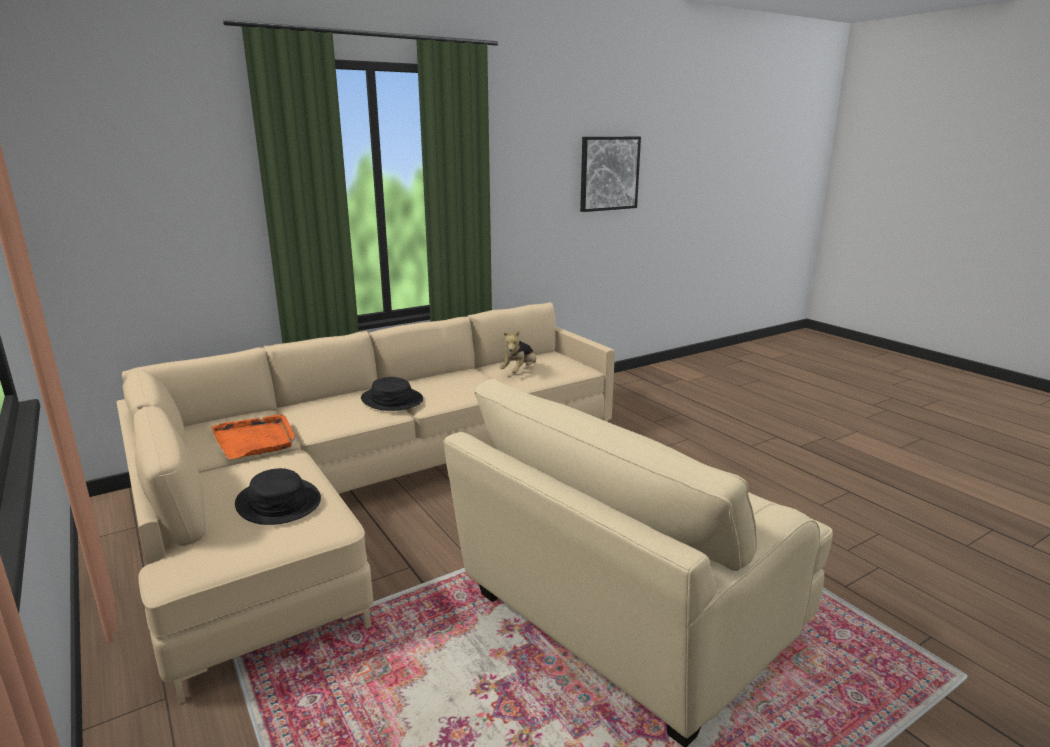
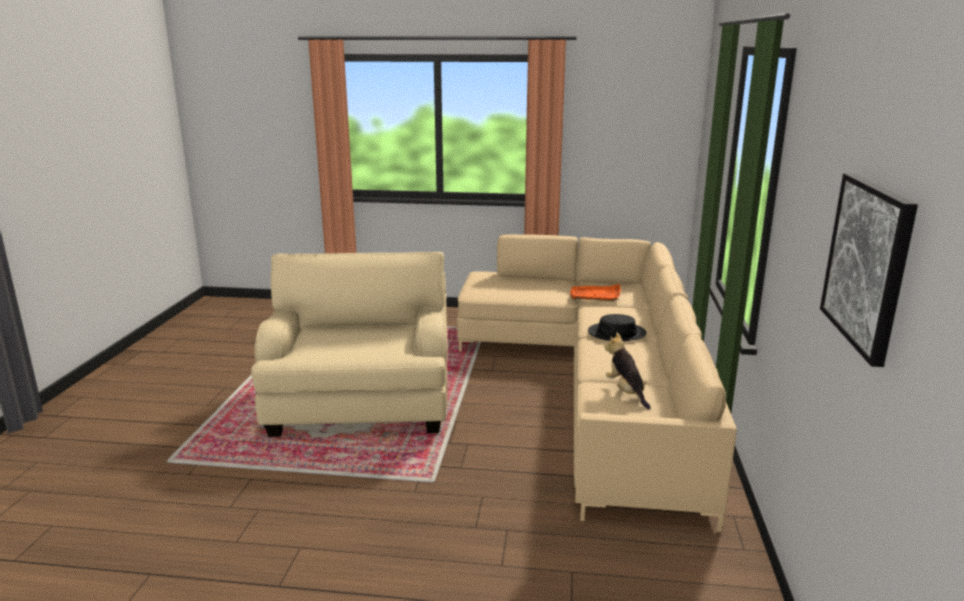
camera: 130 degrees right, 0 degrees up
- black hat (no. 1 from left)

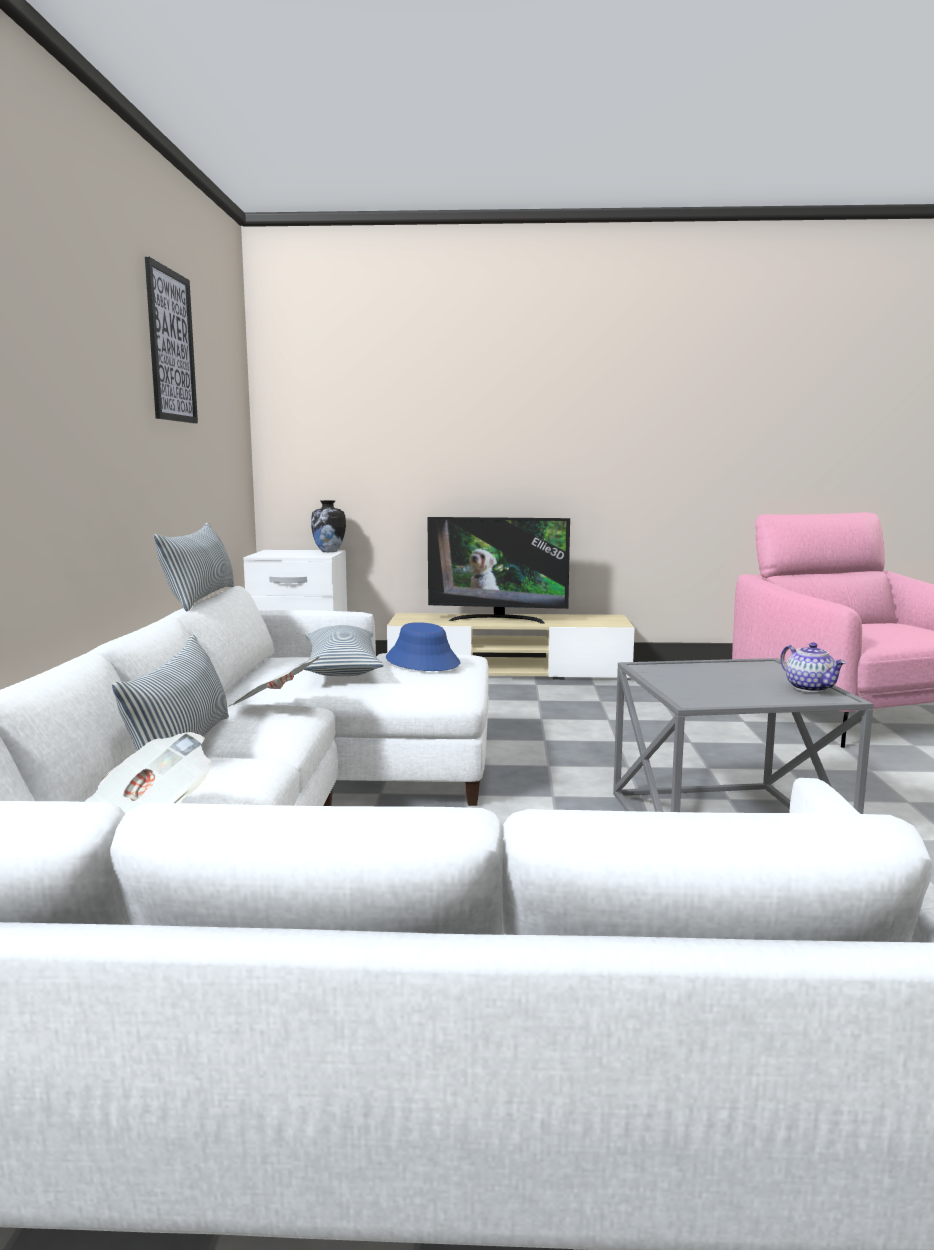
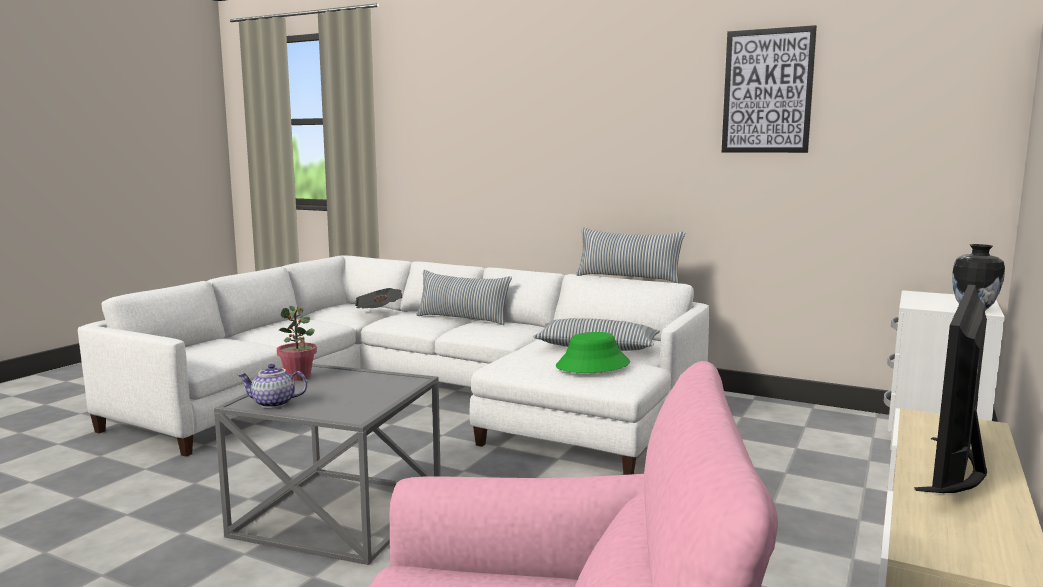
camera: 115 degrees right, 0 degrees up
- newspaper (no. 2 from left)
~ blue hat to green hat
+ potted plant

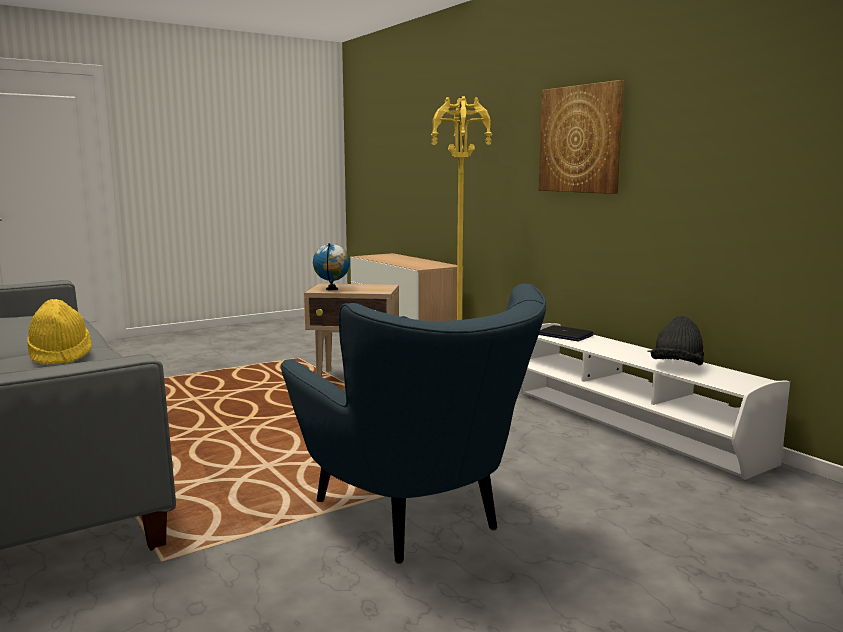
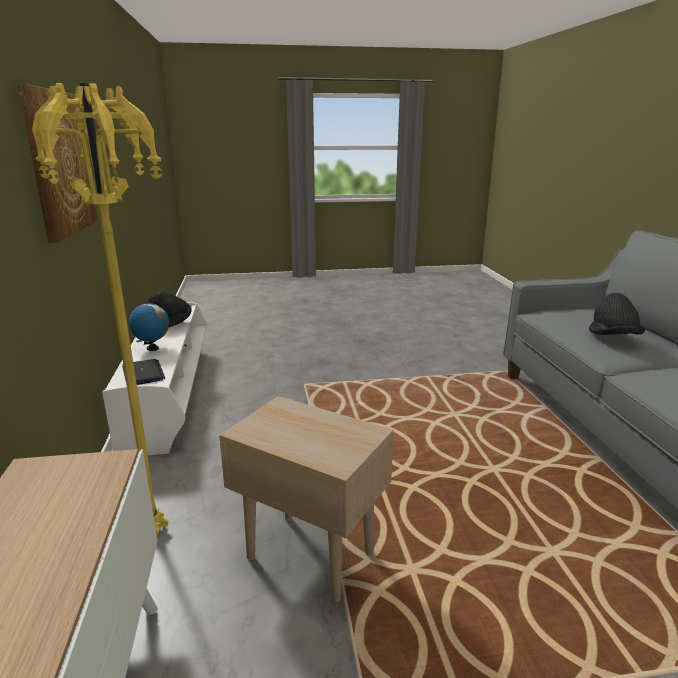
camera: 155 degrees left, 10 degrees up
~ yellow hat to black hat (no. 2 from left)
- blue armchair
~ globe

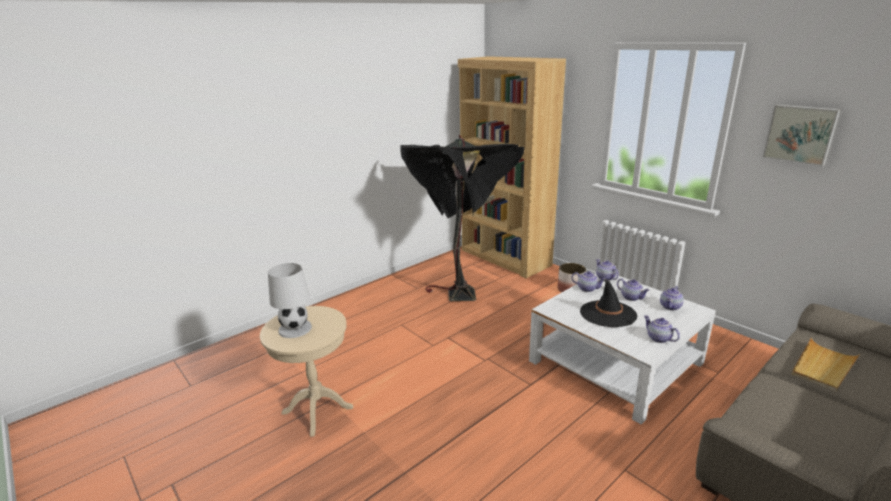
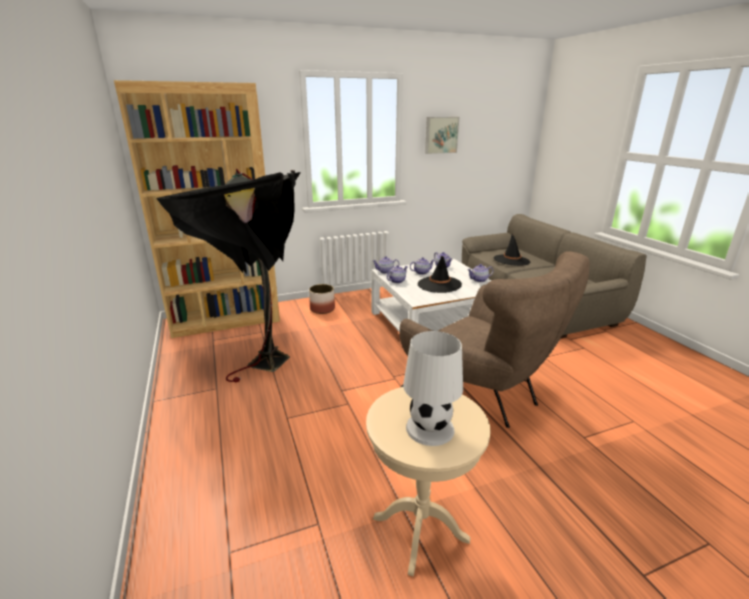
camera: 70 degrees left, 0 degrees up
~ beige tray to black hat (no. 2 from left)
+ brown armchair

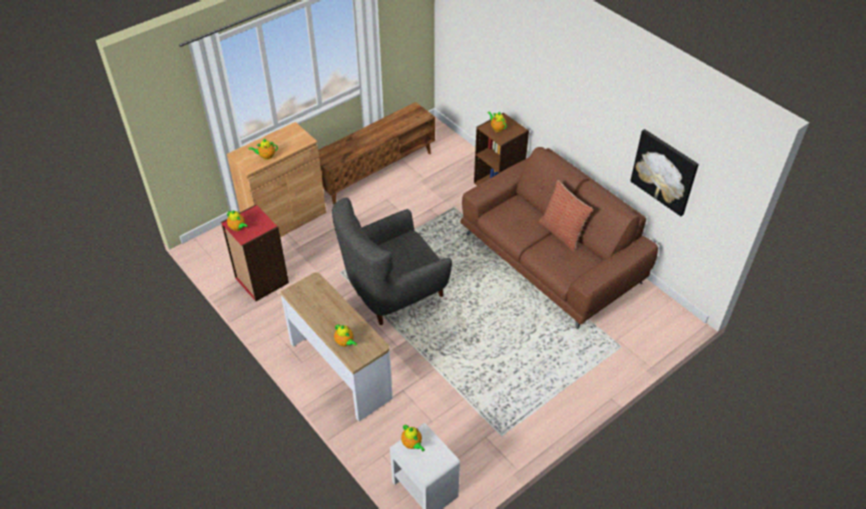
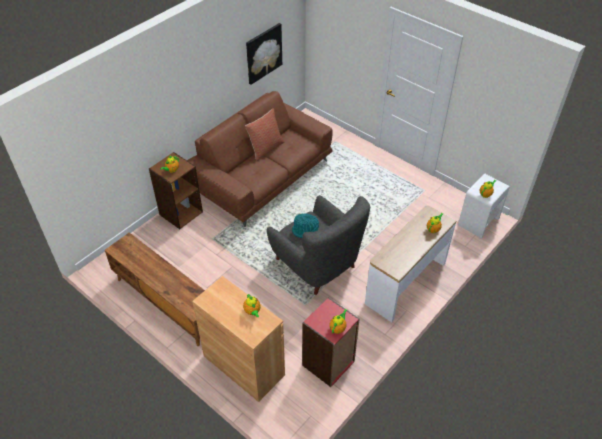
camera: 100 degrees left, 0 degrees up
+ turquoise hat

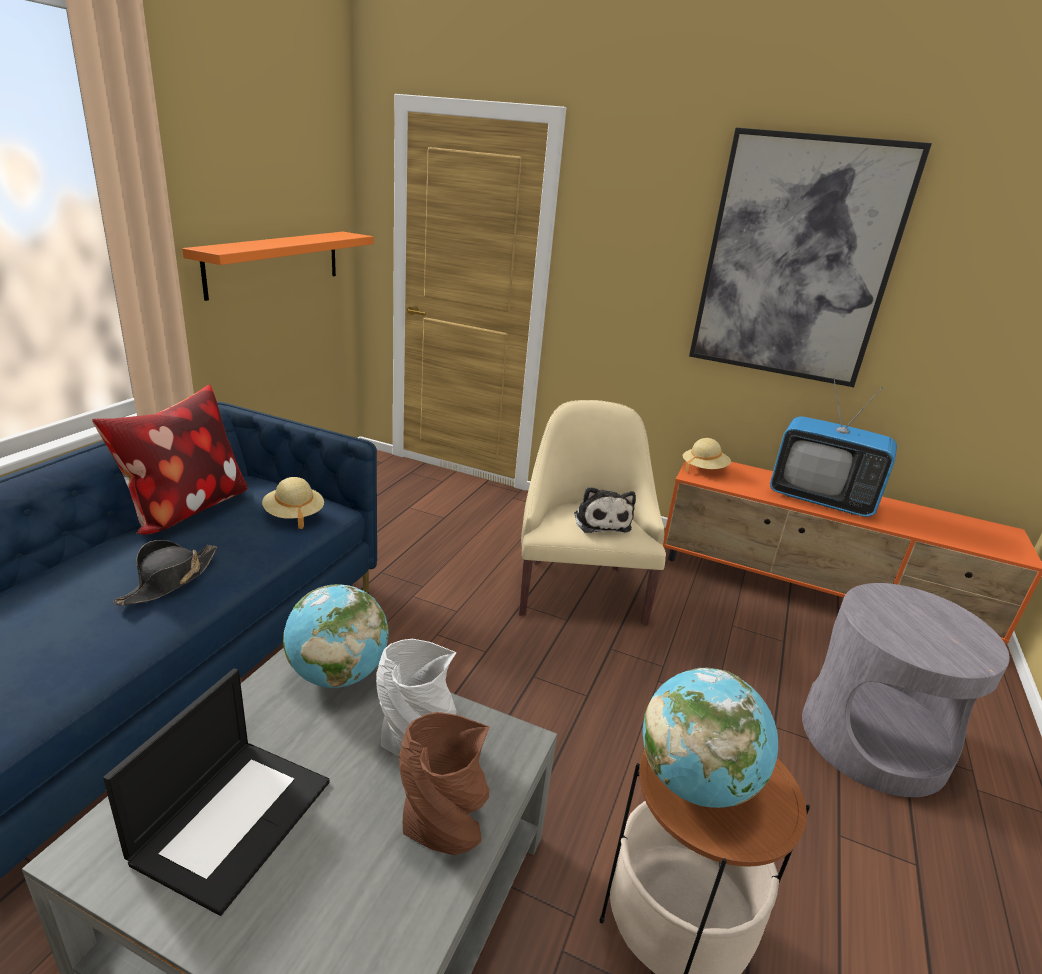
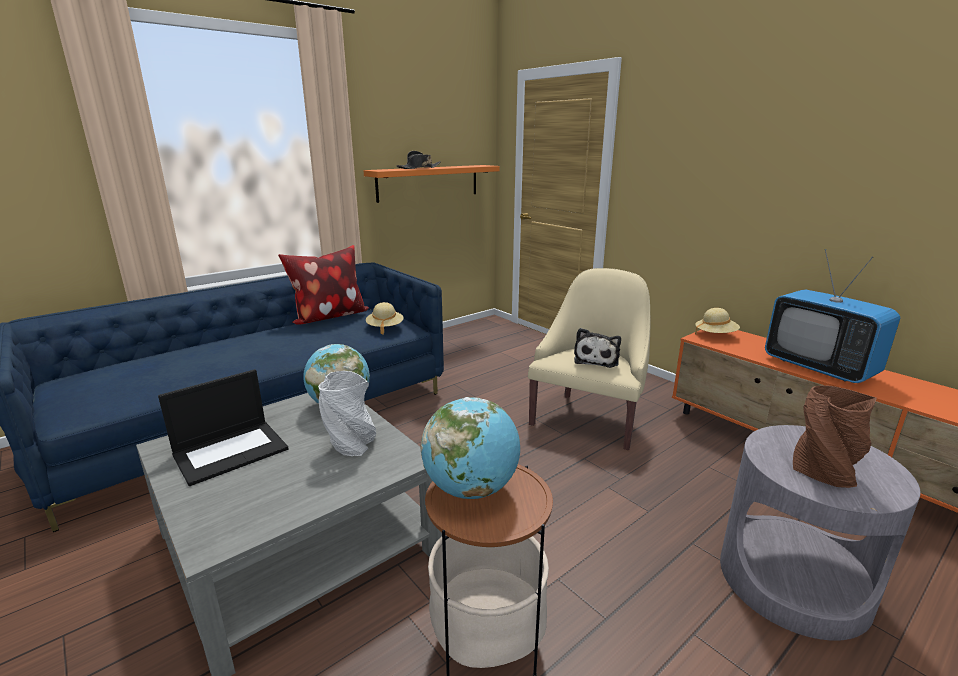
camera: 30 degrees right, 5 degrees down
~ black hat
~ brown vase
- picture

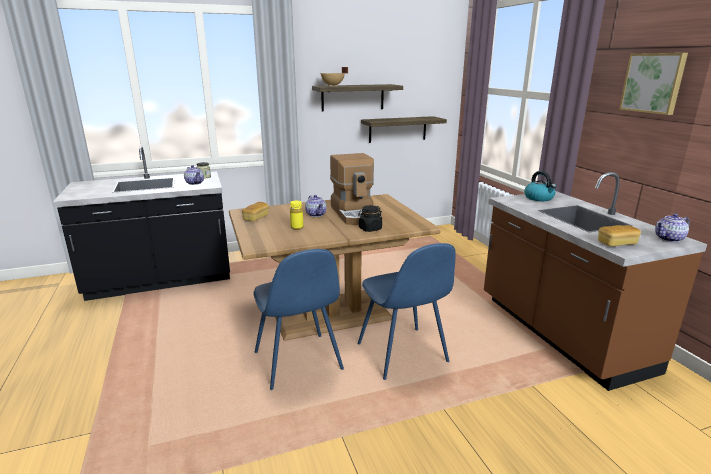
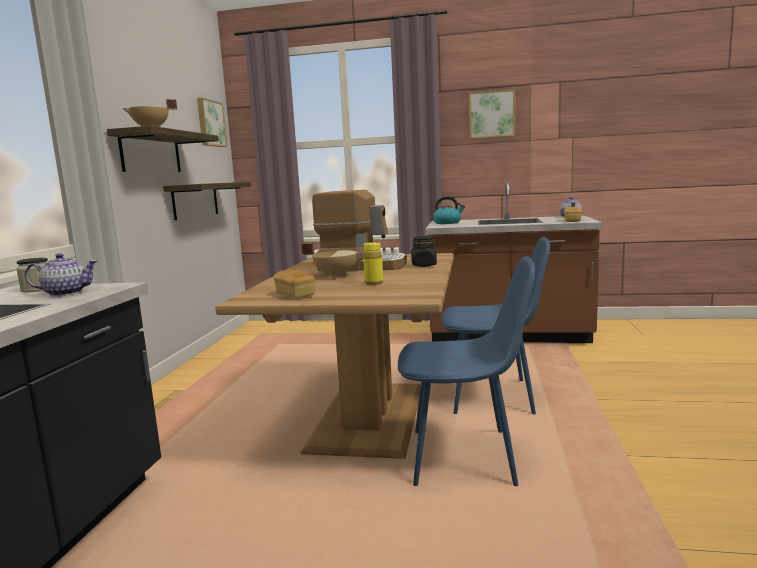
camera: 60 degrees left, 10 degrees down
~ teapot (no. 2 from left) to beige cooking pot (no. 2 from left)
+ picture (no. 1 from left)

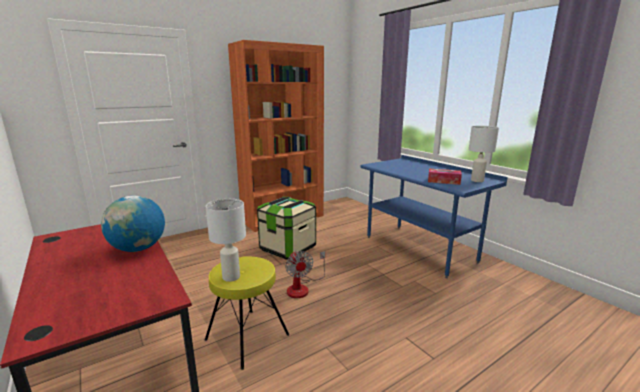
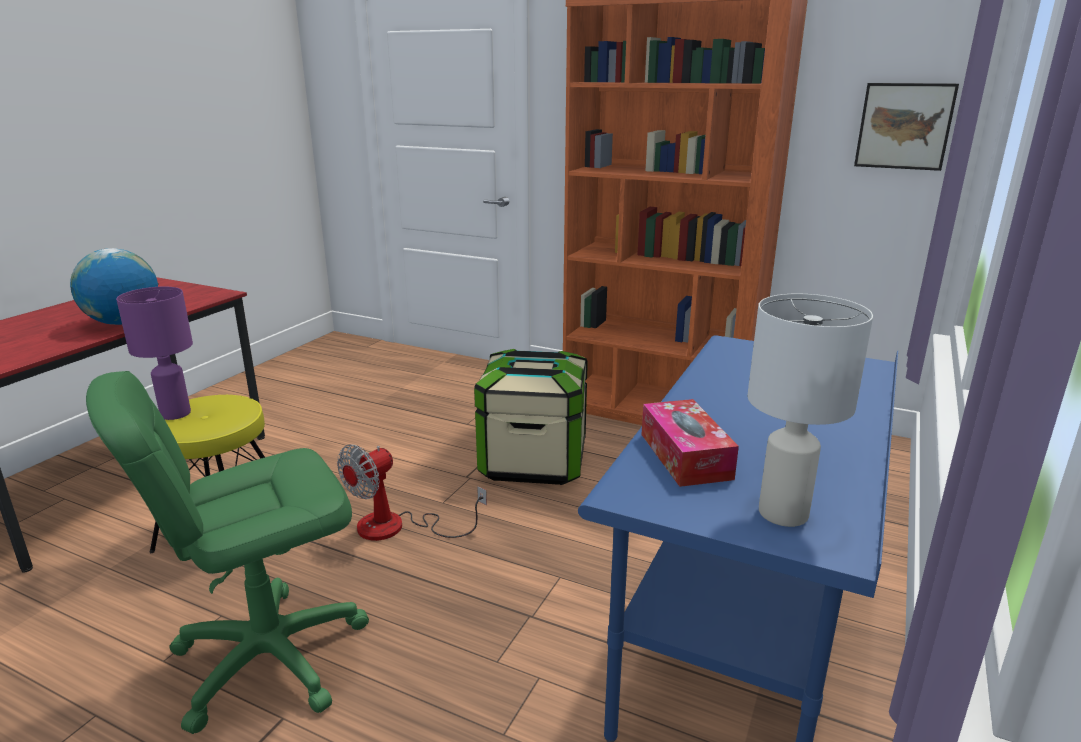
camera: 60 degrees right, 5 degrees up
~ white table lamp (no. 1 from left) to purple table lamp
+ green office chair
+ picture

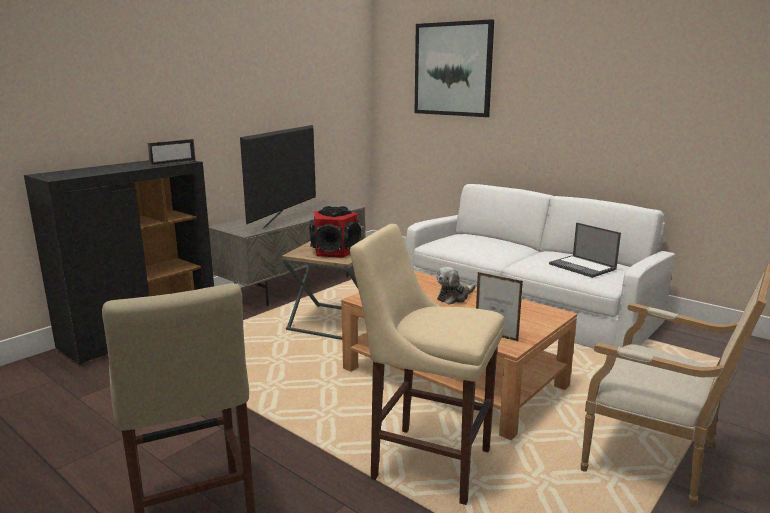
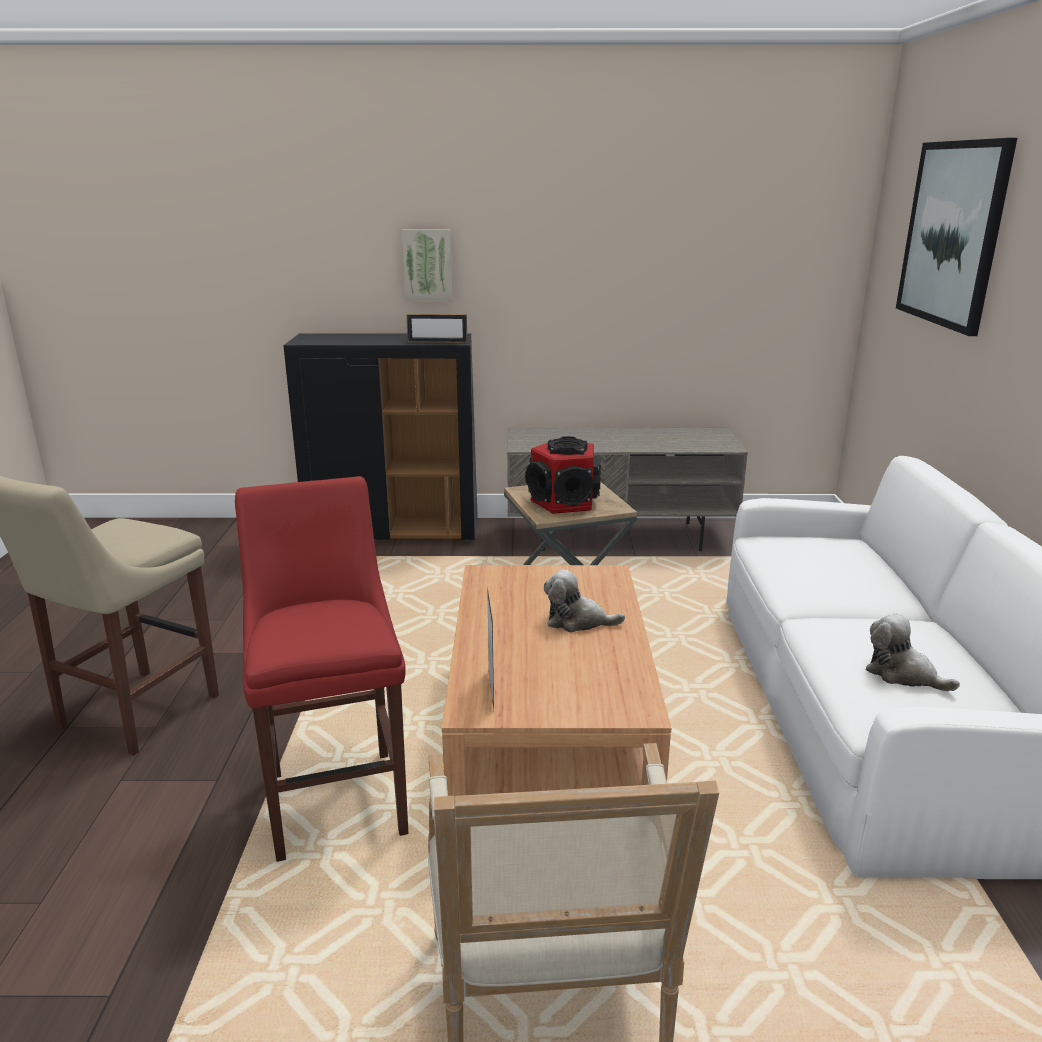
camera: 50 degrees right, 5 degrees up
- television
~ beige stool (no. 2 from left) to red stool
~ laptop to plush toy (no. 2 from left)
+ picture (no. 1 from left)

